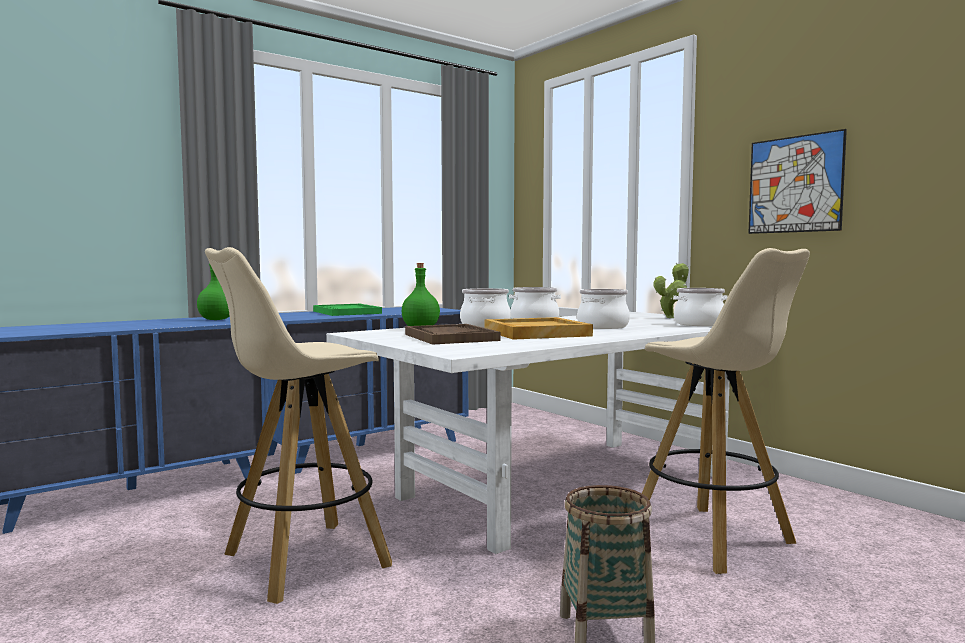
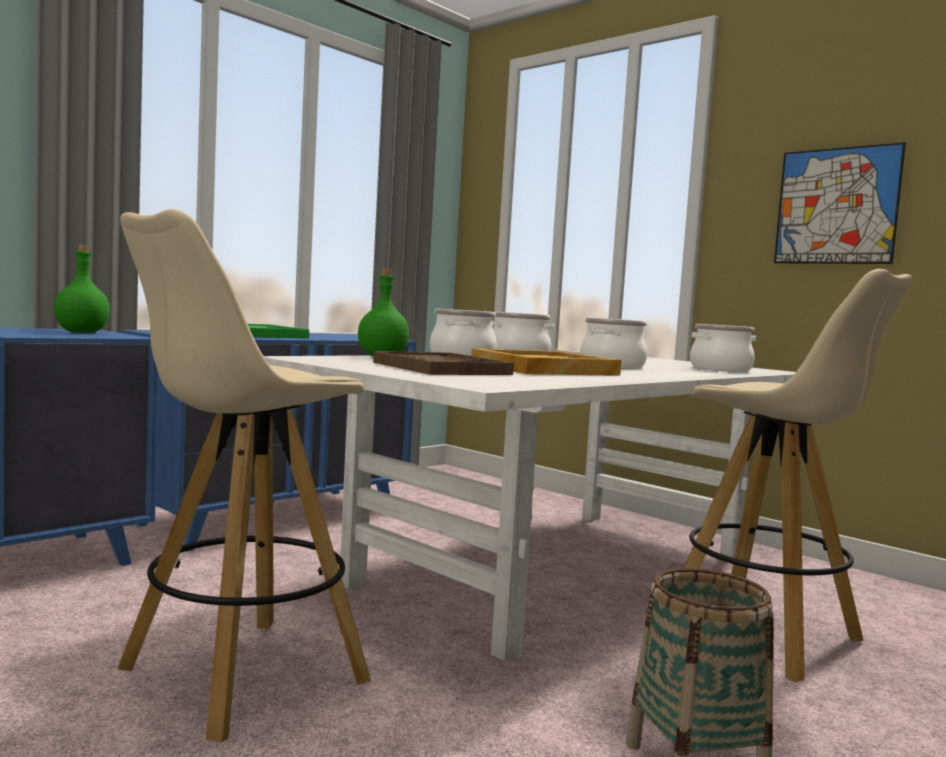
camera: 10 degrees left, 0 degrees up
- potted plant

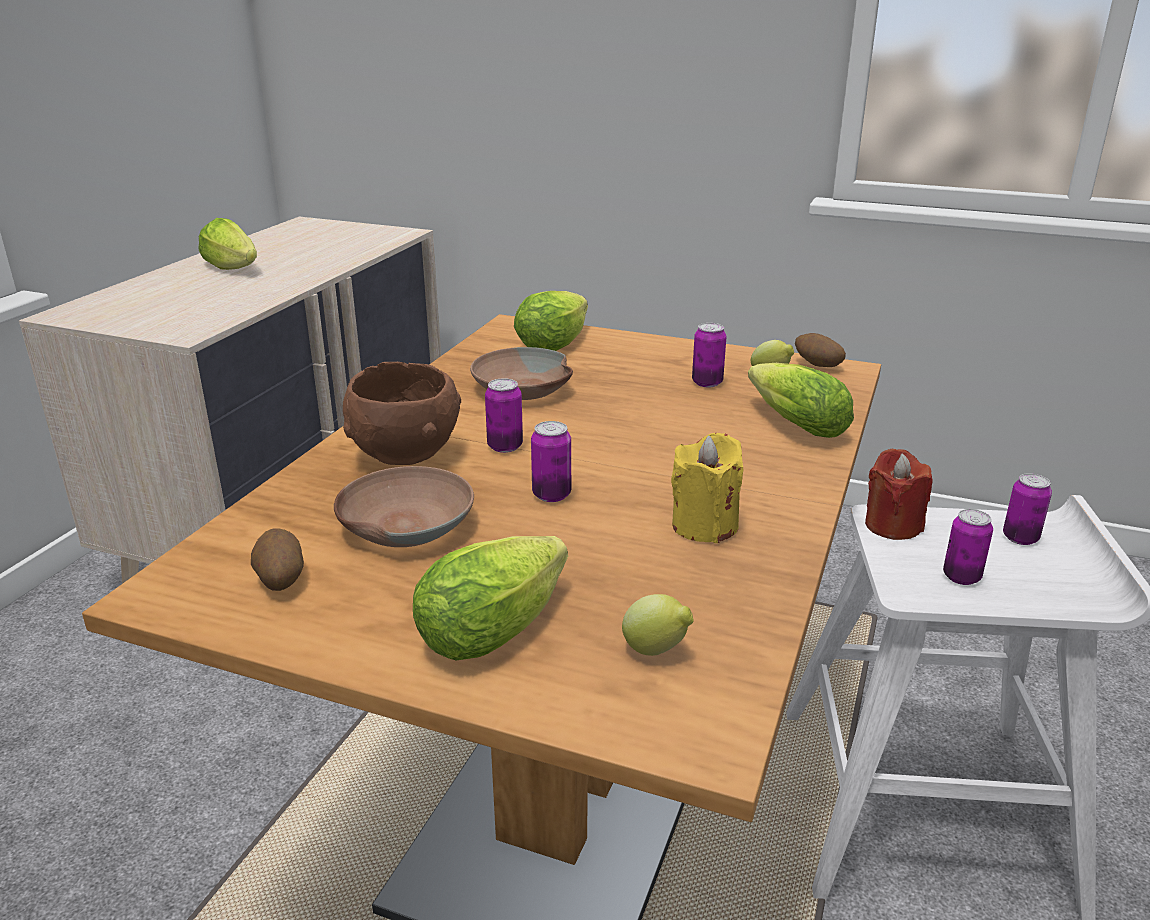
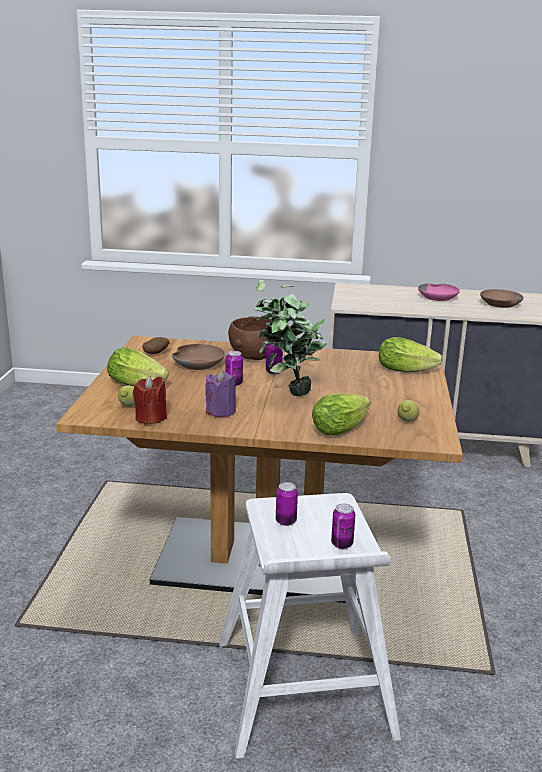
camera: 75 degrees right, 5 degrees down
~ lettuce (no. 1 from left) to pink bowl
~ brown bowl (no. 3 from left)
~ yellow candle to purple candle
- can (no. 3 from left)
- potato (no. 2 from left)
~ red candle
+ potted plant

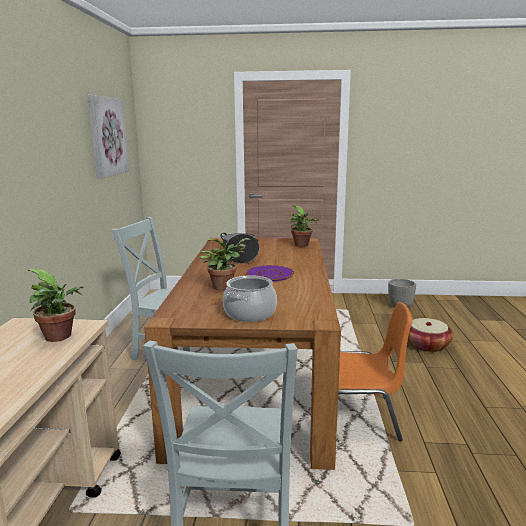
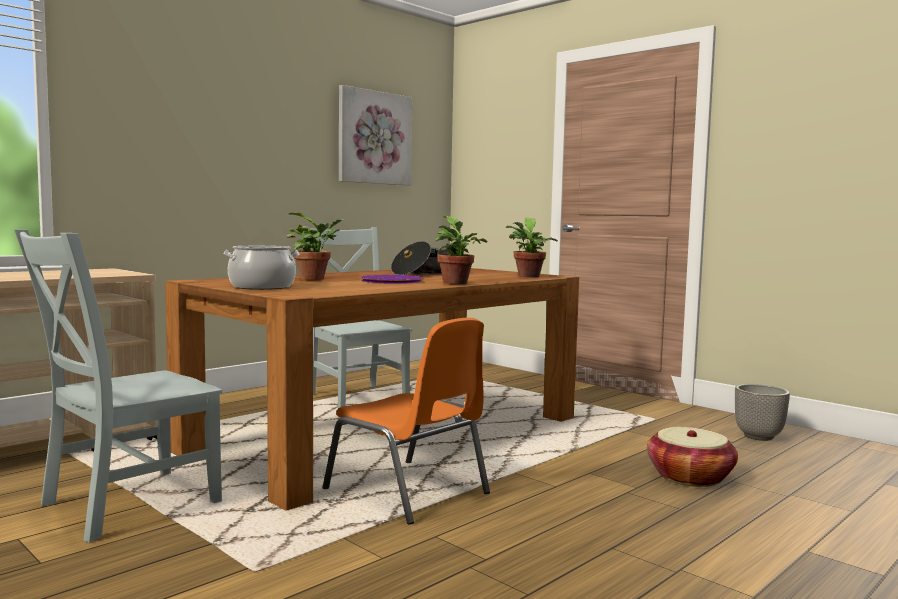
camera: 40 degrees right, 10 degrees down
~ potted plant (no. 1 from left in the first image) to potted plant (no. 2 from left)

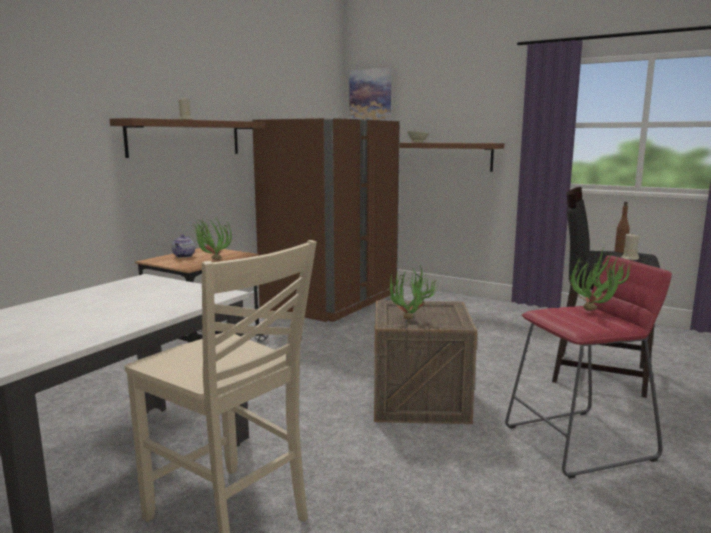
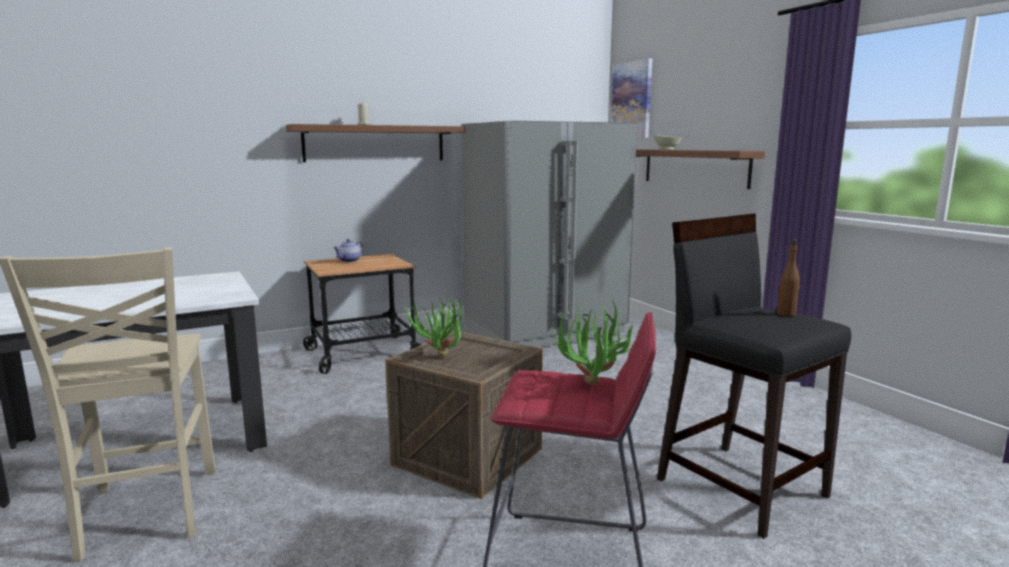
camera: 30 degrees right, 0 degrees up
- potted plant (no. 1 from left)
~ brown fridge to grey fridge
- beige candle (no. 2 from left)

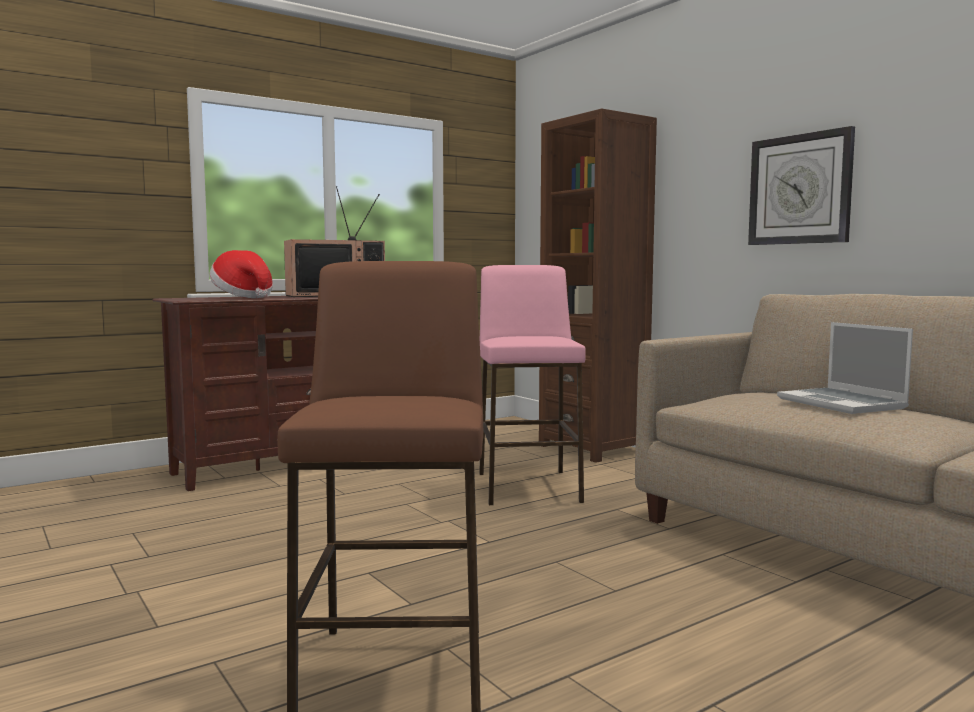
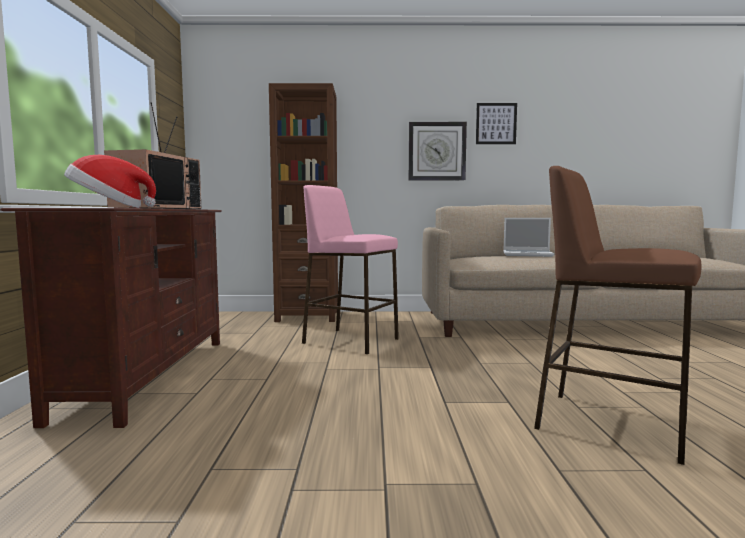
camera: 55 degrees left, 0 degrees up
+ picture

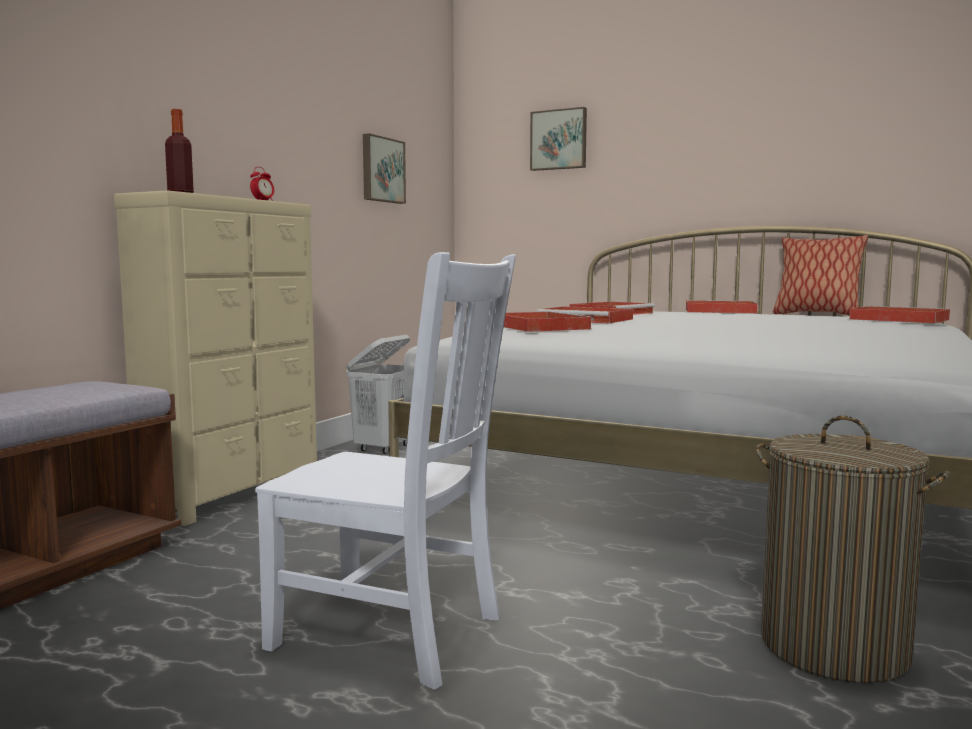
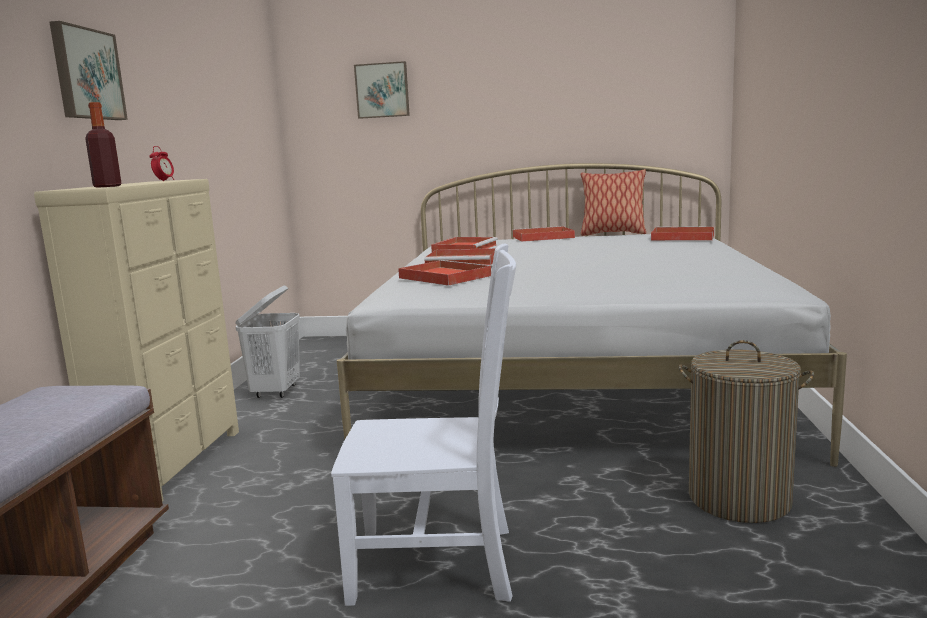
camera: 20 degrees left, 5 degrees up
~ picture (no. 1 from left)

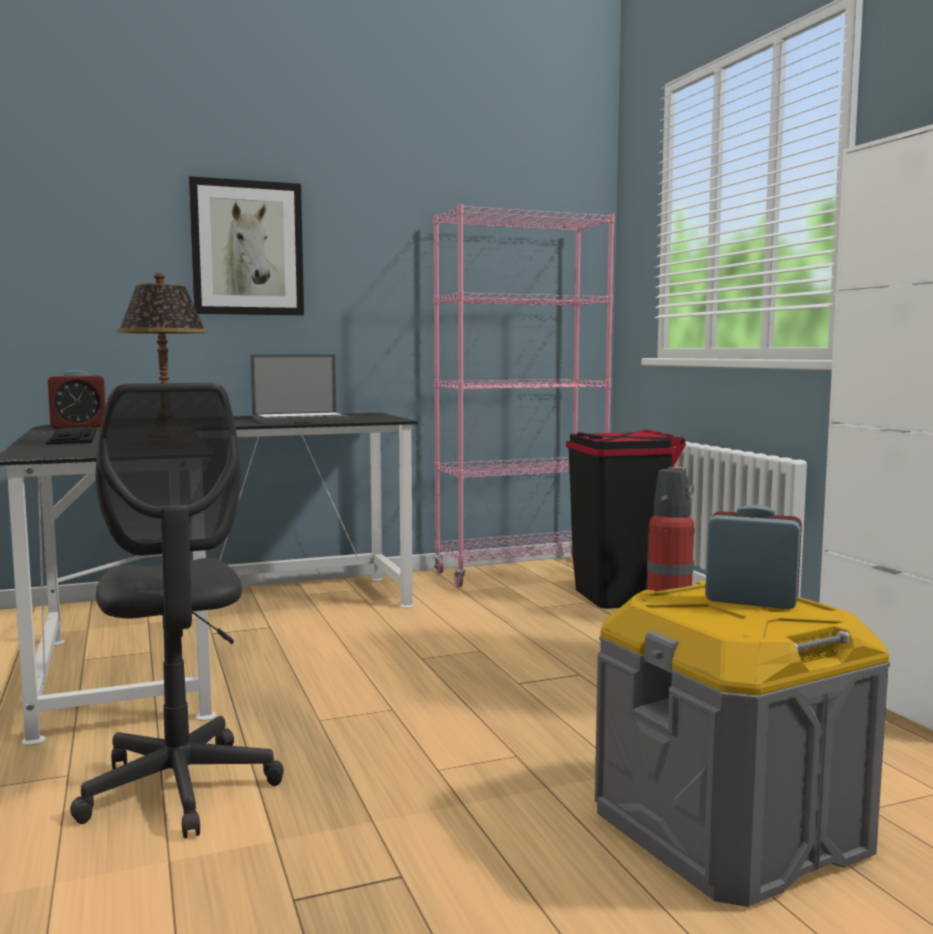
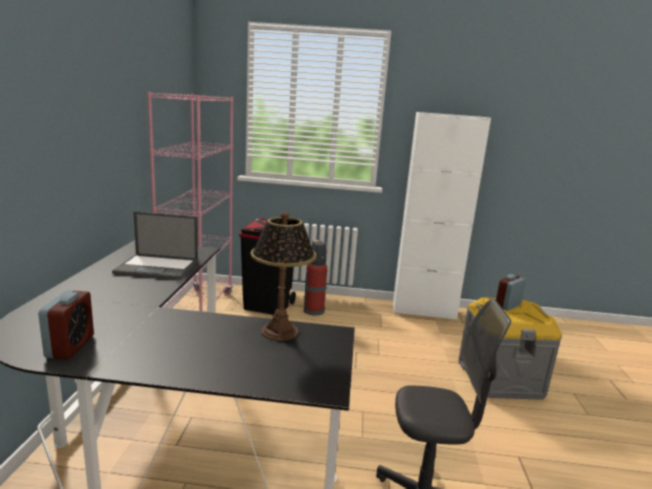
camera: 65 degrees left, 10 degrees up
- keyboard
- picture
~ laptop 90 degrees clockwise

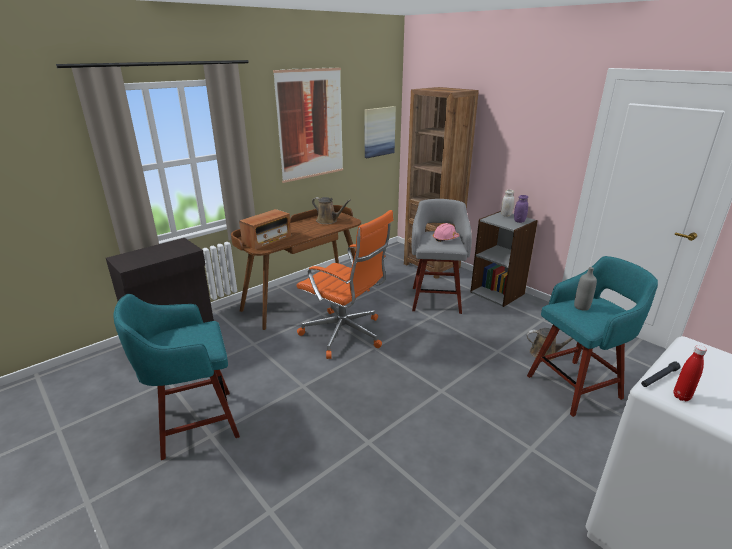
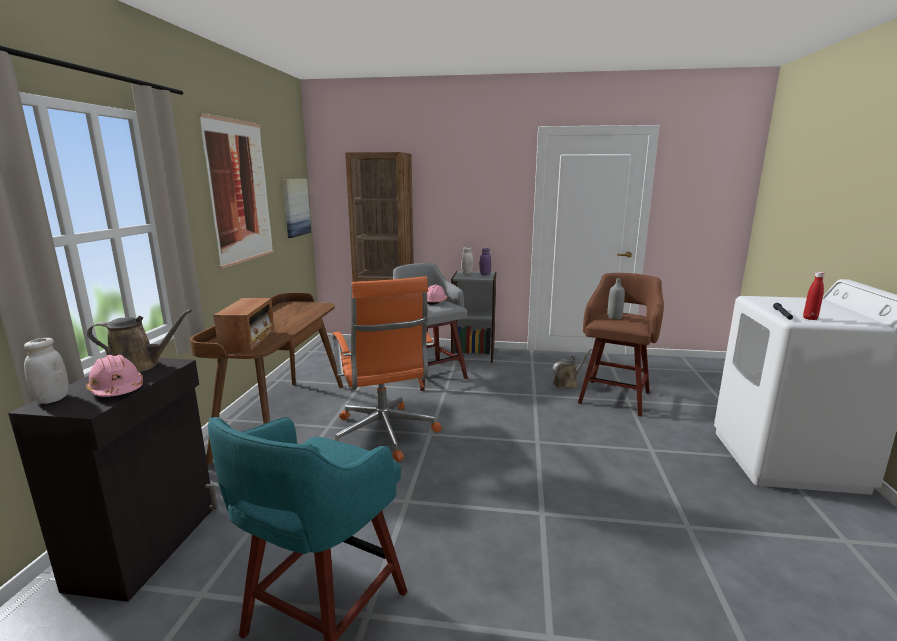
camera: 40 degrees left, 10 degrees down
~ orange office chair 75 degrees clockwise
~ brown watering can (no. 1 from left)
~ turquoise stool (no. 2 from left) to brown stool
+ white jar (no. 1 from left)
+ pink hard hat (no. 1 from left)

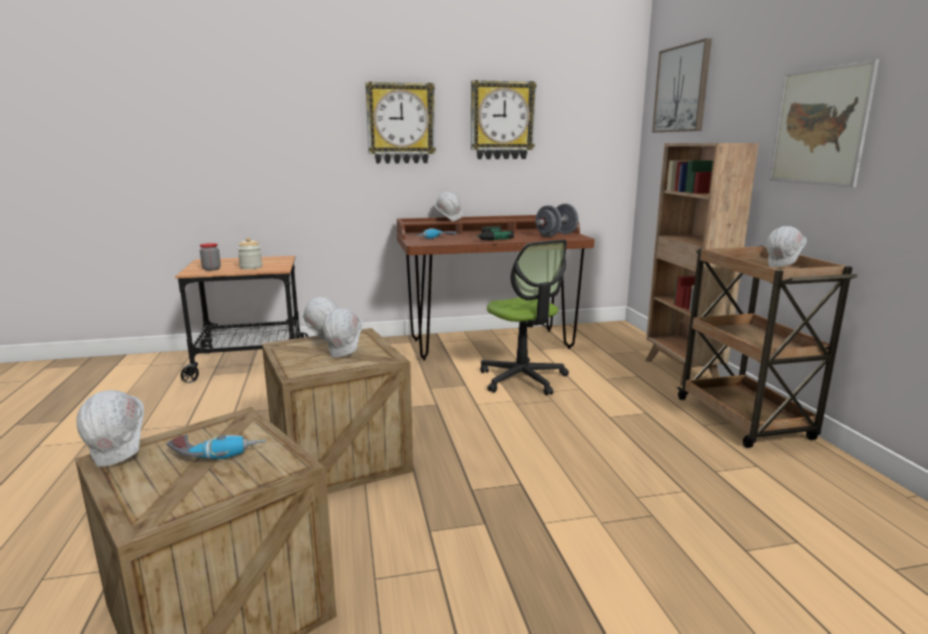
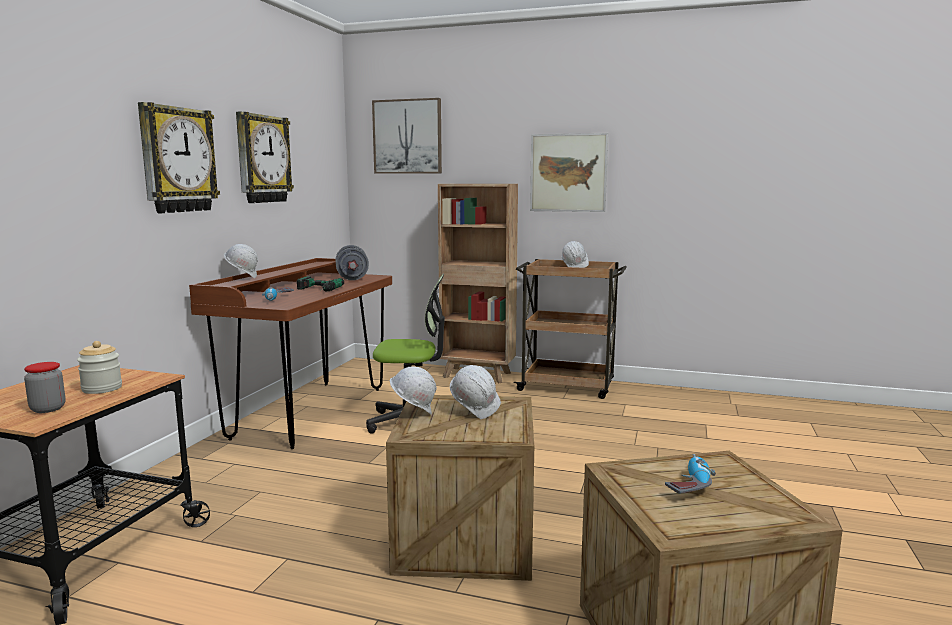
camera: 60 degrees left, 5 degrees down
- white hard hat (no. 1 from left)

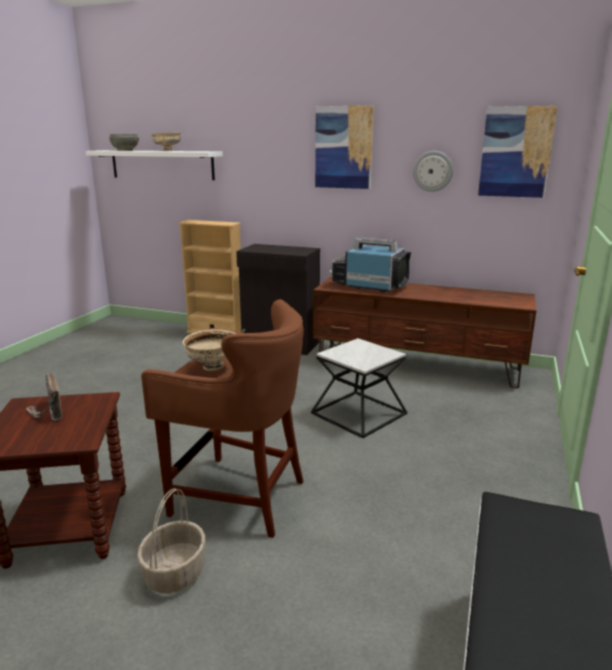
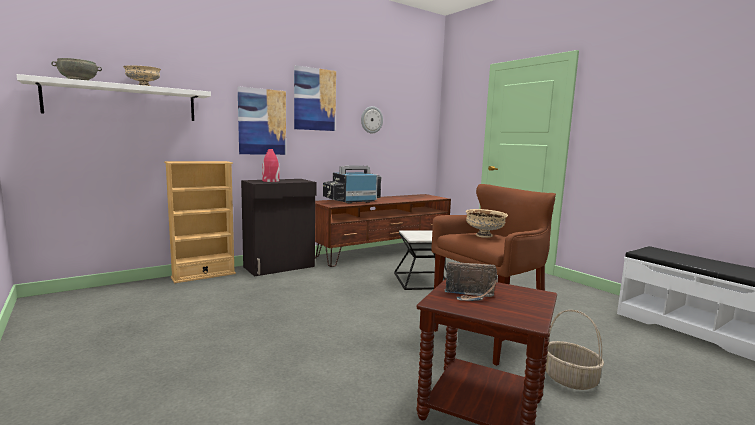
camera: 55 degrees left, 10 degrees down
~ picture (no. 2 from left in the first image) to picture (no. 1 from left)
+ red vase

